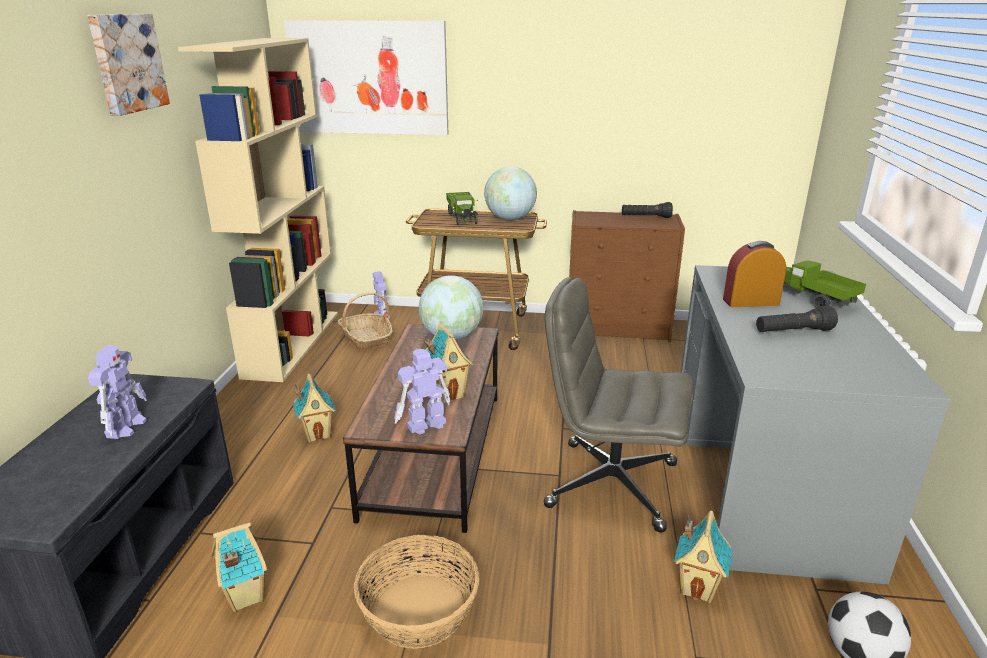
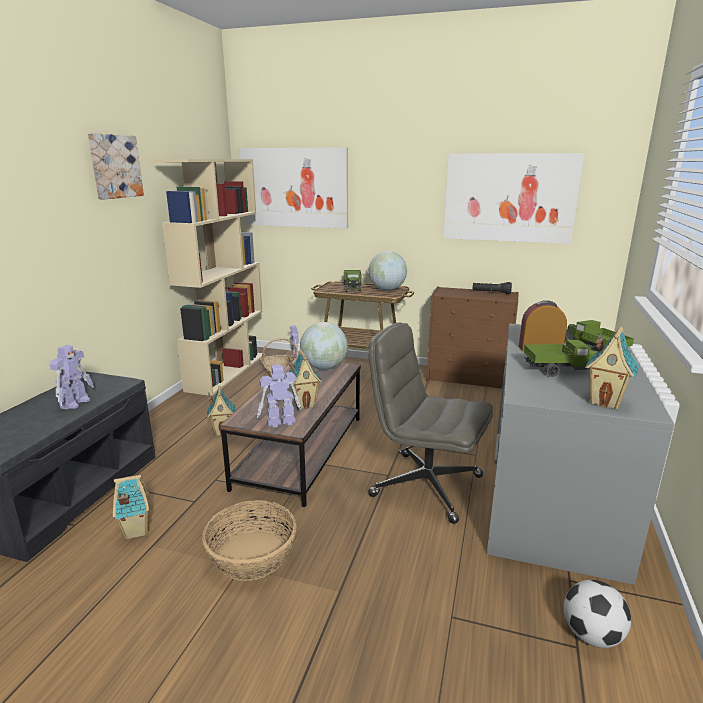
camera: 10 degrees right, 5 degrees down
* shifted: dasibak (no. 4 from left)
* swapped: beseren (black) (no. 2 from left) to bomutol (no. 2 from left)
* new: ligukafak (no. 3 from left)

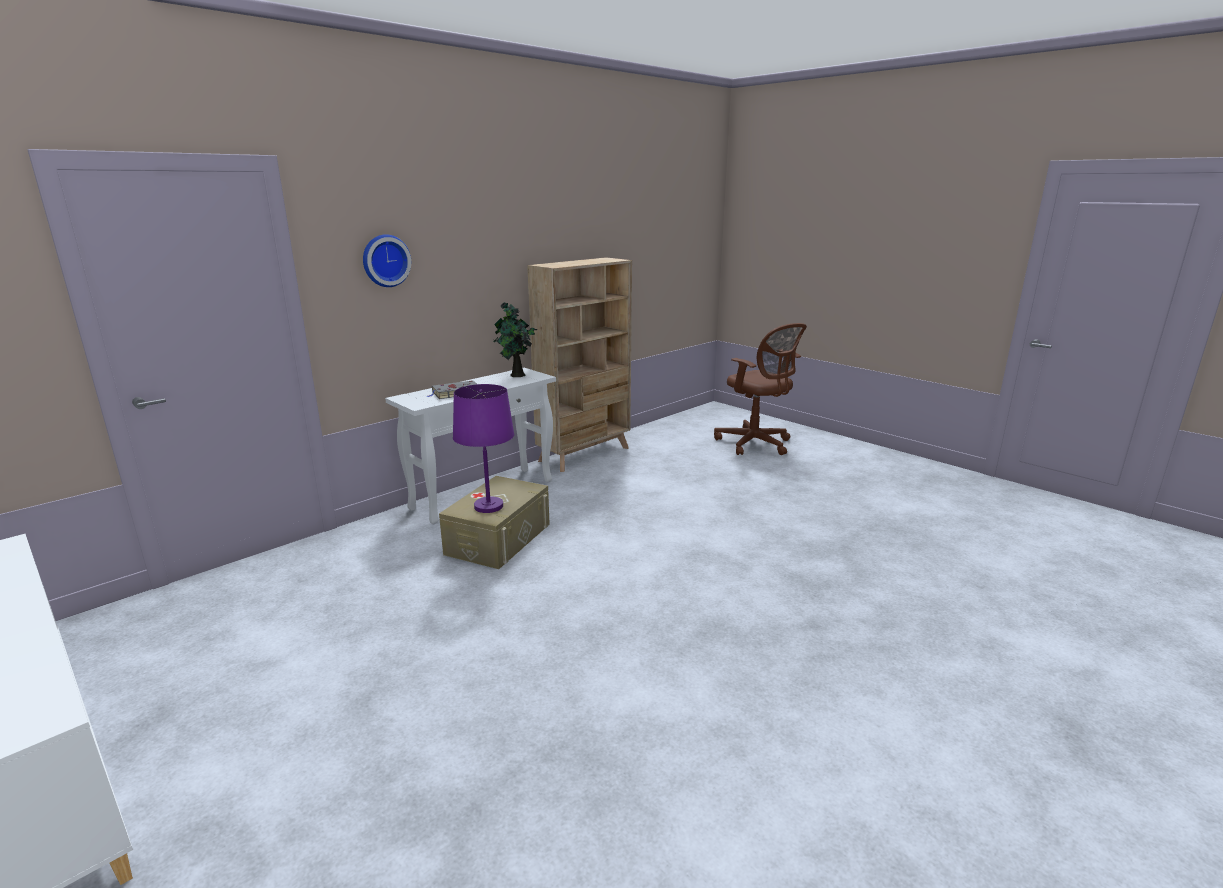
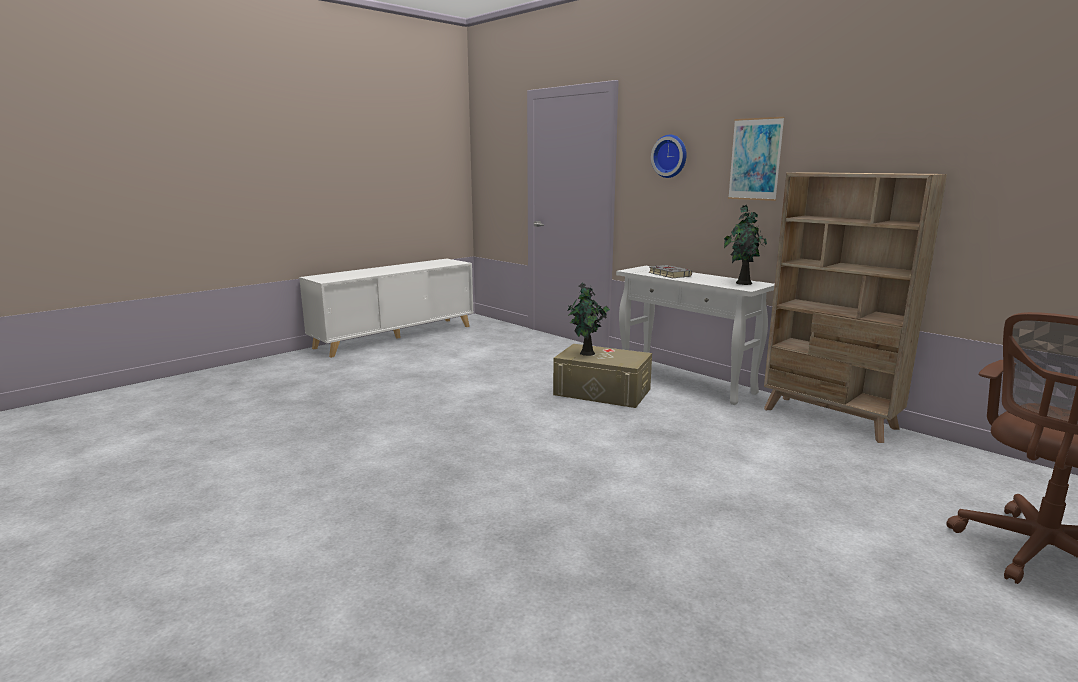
camera: 90 degrees right, 5 degrees down
* swapped: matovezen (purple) to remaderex (no. 1 from left)
* new: ligukafak

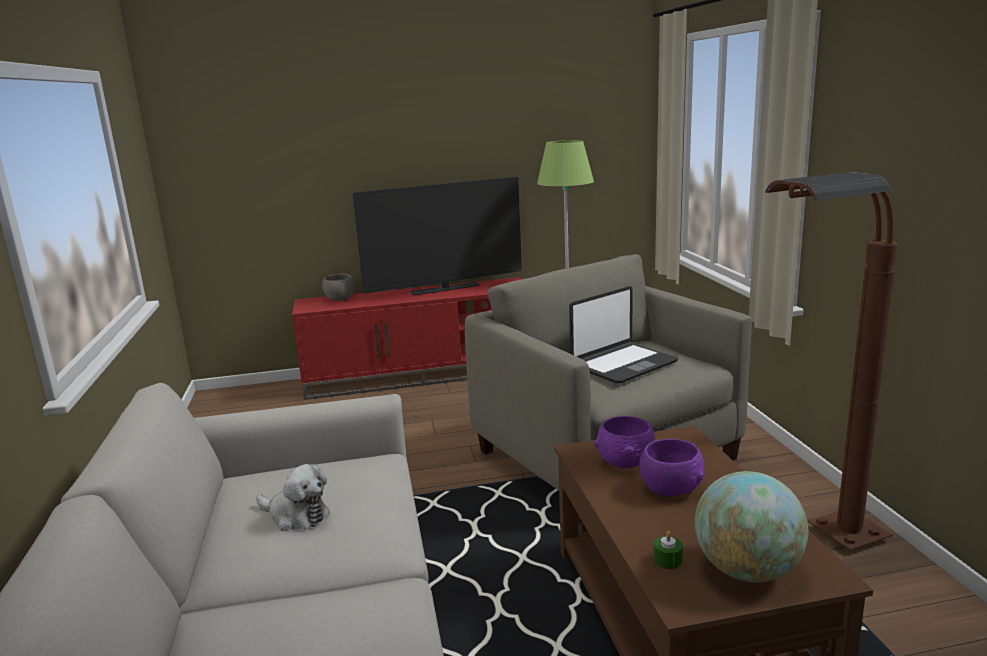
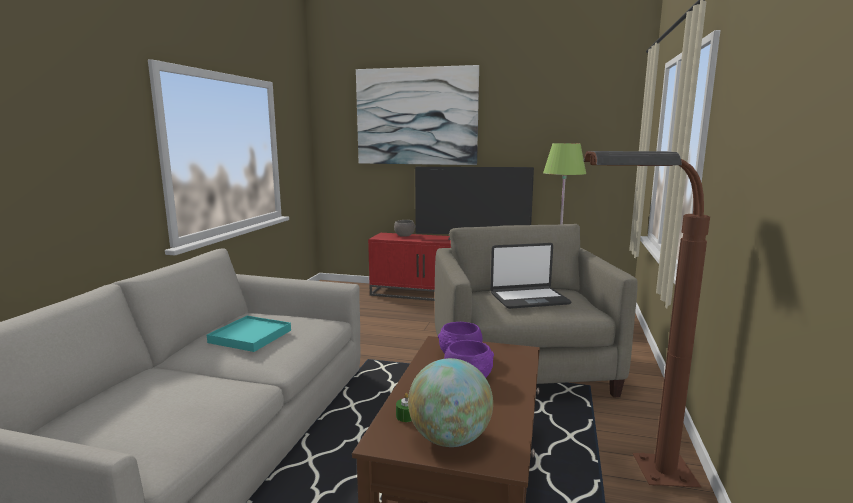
camera: 25 degrees right, 5 degrees down
* swapped: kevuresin to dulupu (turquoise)
* new: ligukafak

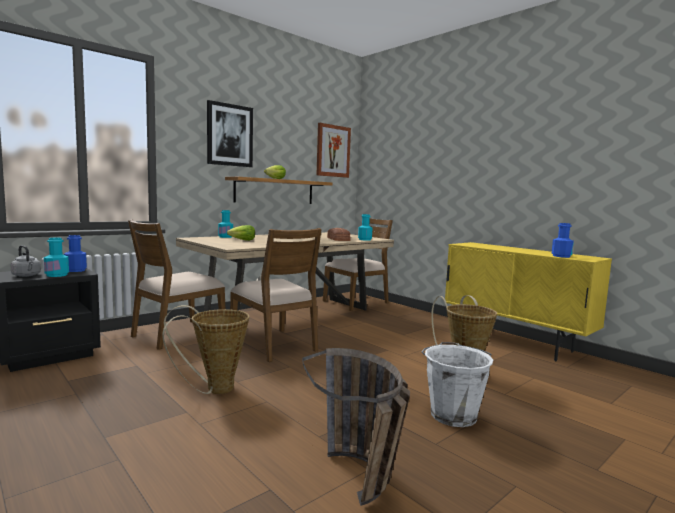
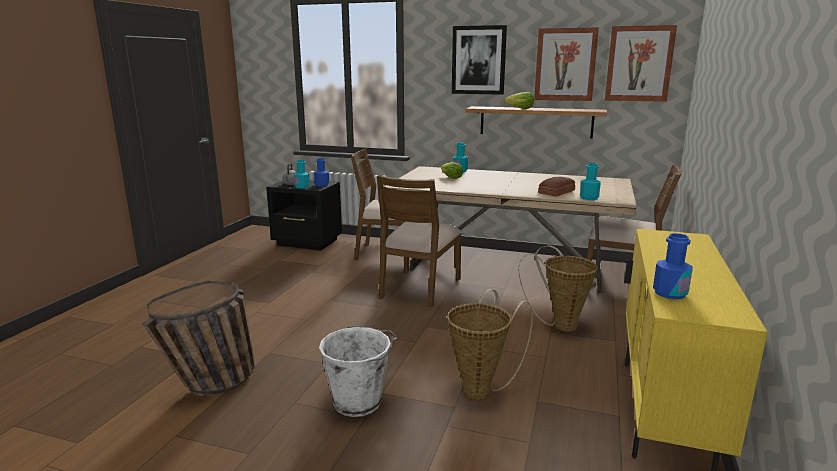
camera: 60 degrees right, 10 degrees up
* shifted: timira (no. 1 from left in the first image) to timira (no. 3 from left)
* new: ligukafak (no. 2 from left)

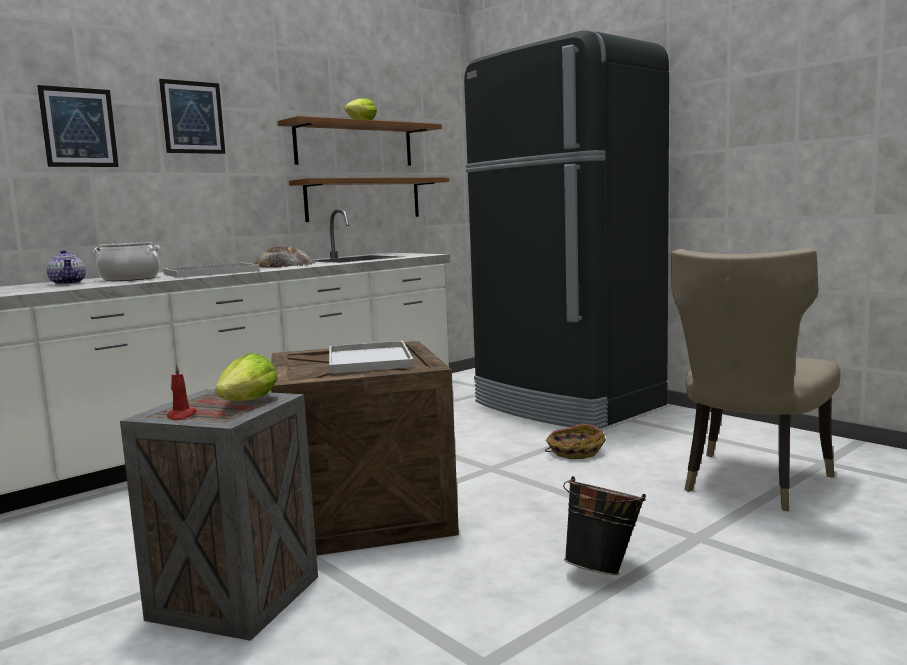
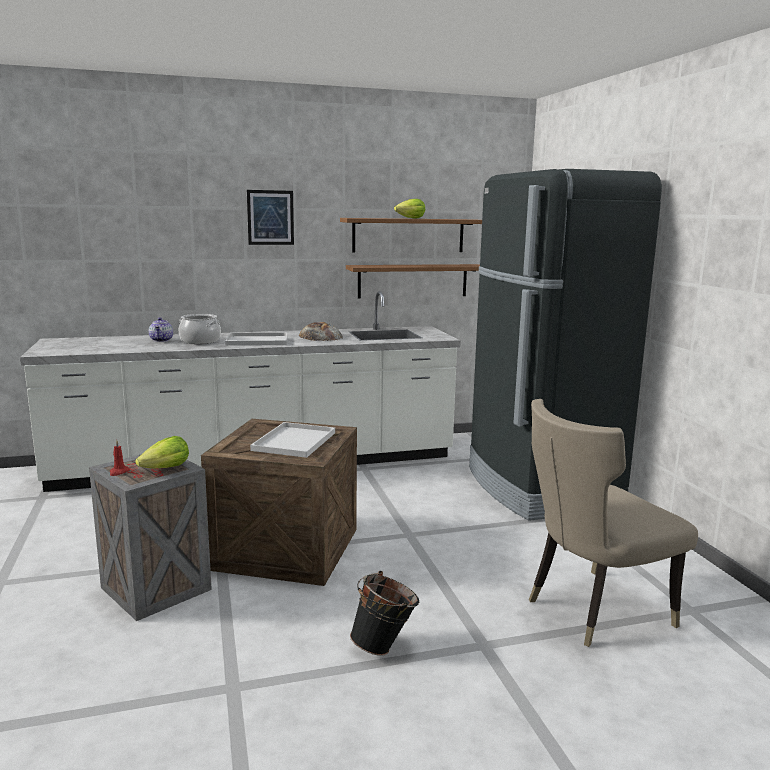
camera: 25 degrees right, 5 degrees up
* gone: ligukafak (no. 1 from left)
* gone: timira

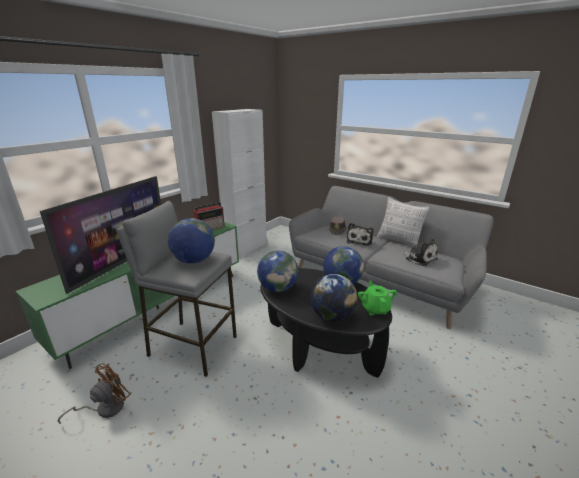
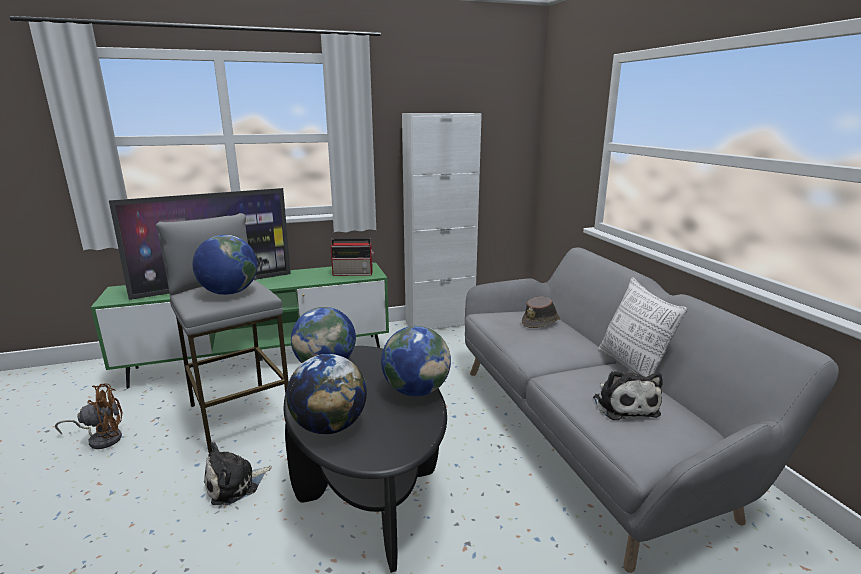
camera: 35 degrees right, 5 degrees down
* shifted: kevuresin (no. 1 from left)
* gone: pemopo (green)

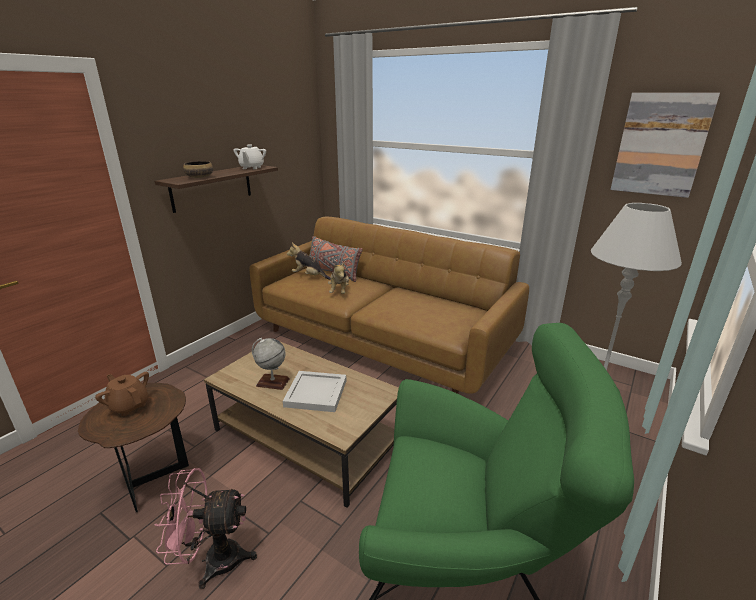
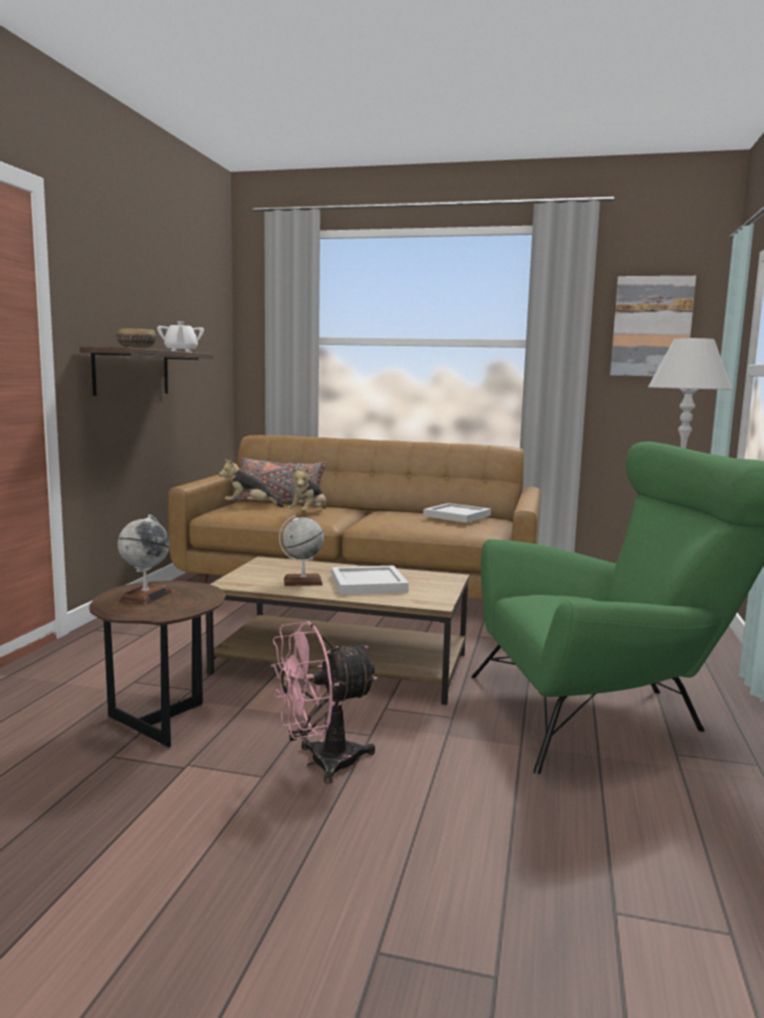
camera: 20 degrees left, 15 degrees down
* swapped: pemopo (brown) to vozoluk (no. 1 from left)
* rotated: kevuresin (no. 2 from left) 45 degrees clockwise
* new: dulupu (white) (no. 2 from left)

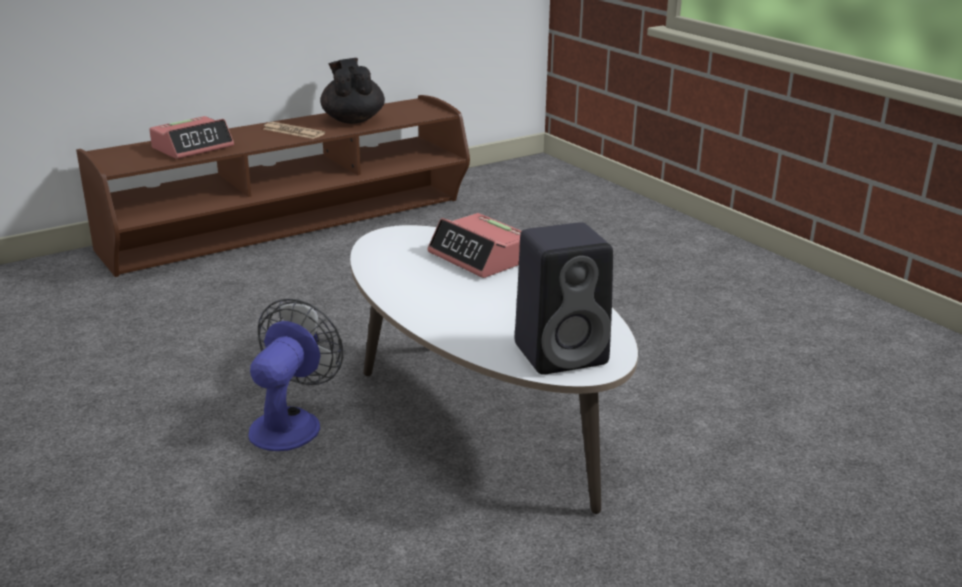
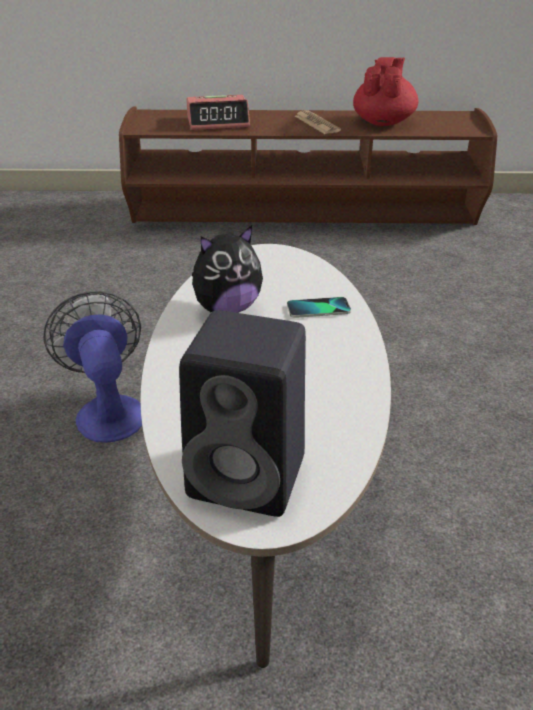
camera: 35 degrees right, 10 degrees up
* rotated: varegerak 75 degrees counterclockwise
* repainted: pemopo (black) to pemopo (red)
* swapped: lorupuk (no. 2 from left) to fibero
* new: kevuresin

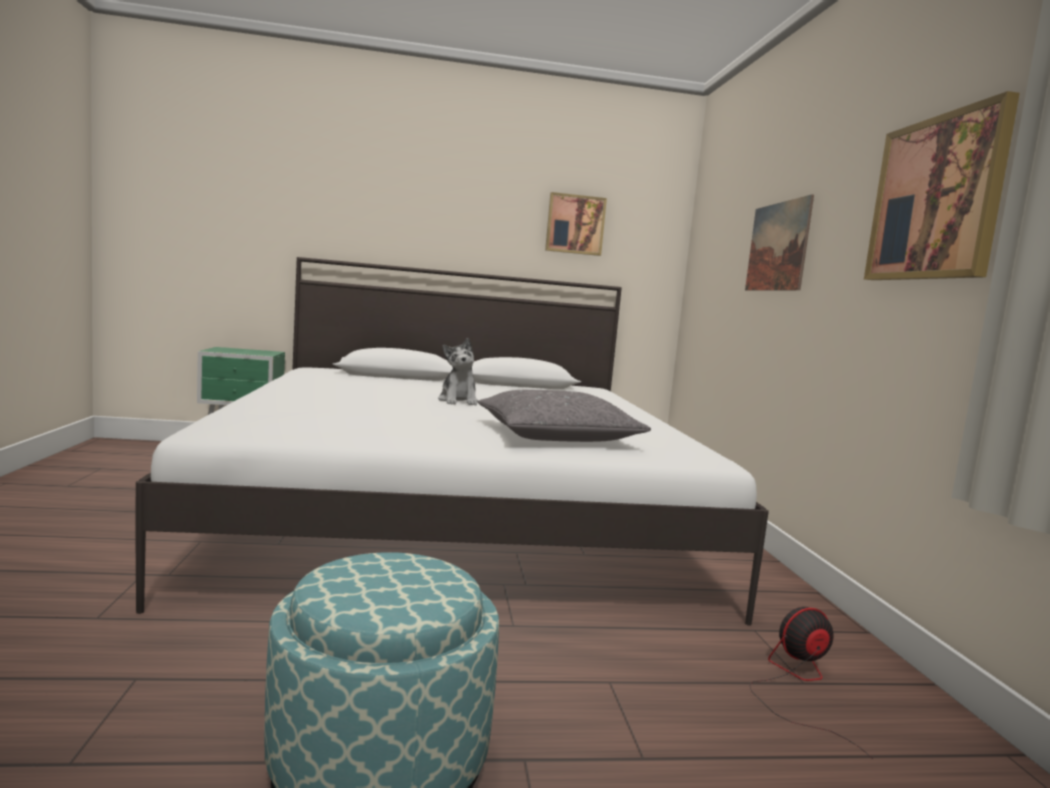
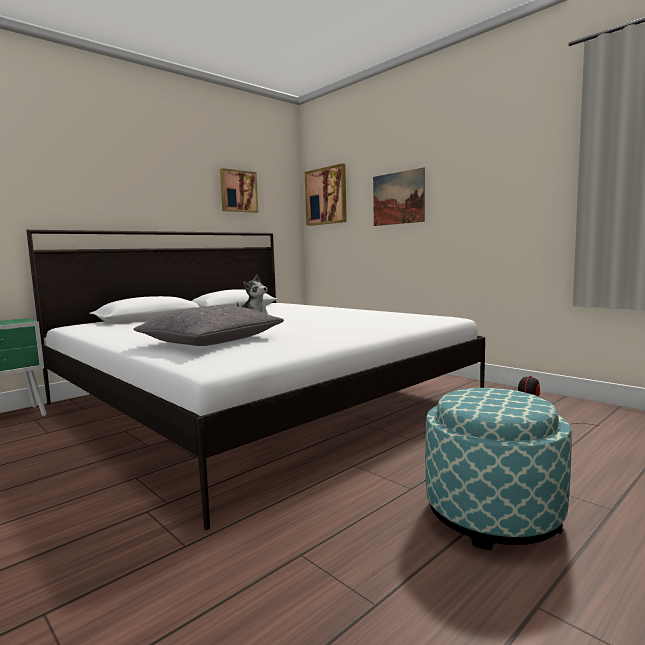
camera: 35 degrees left, 0 degrees up
* shifted: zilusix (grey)
* shifted: ligukafak (no. 3 from left in the first image) to ligukafak (no. 2 from left)

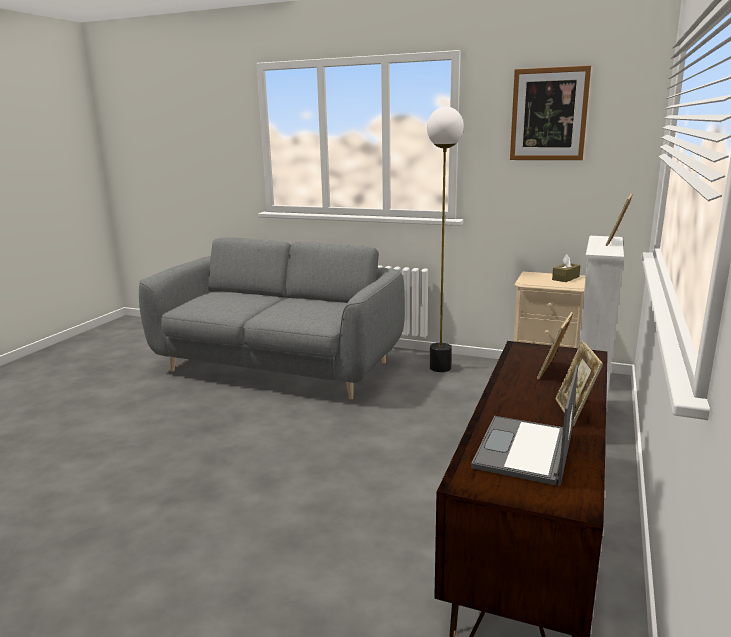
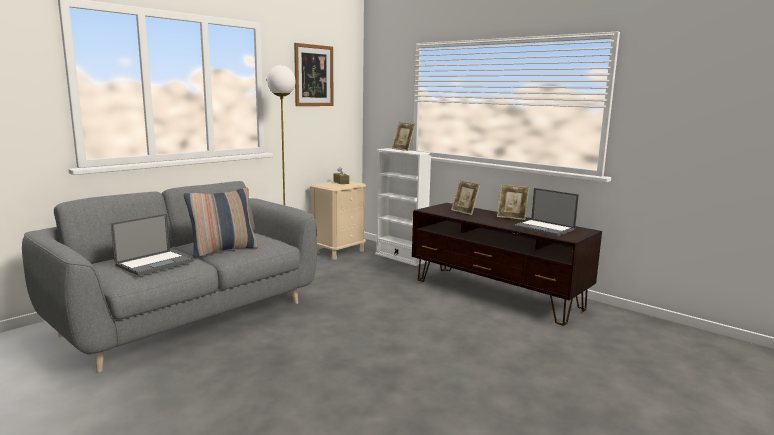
camera: 70 degrees left, 5 degrees down
* new: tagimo (no. 1 from left)
* new: zilusix

